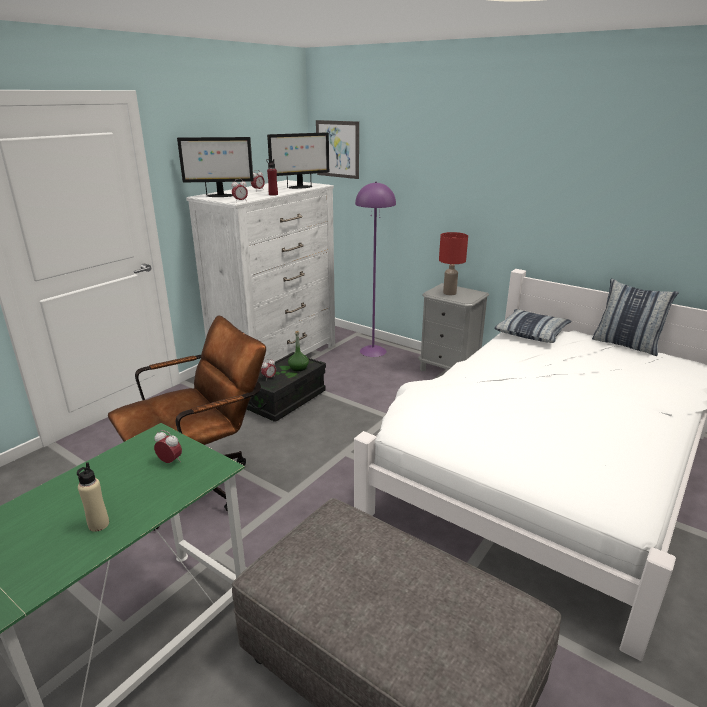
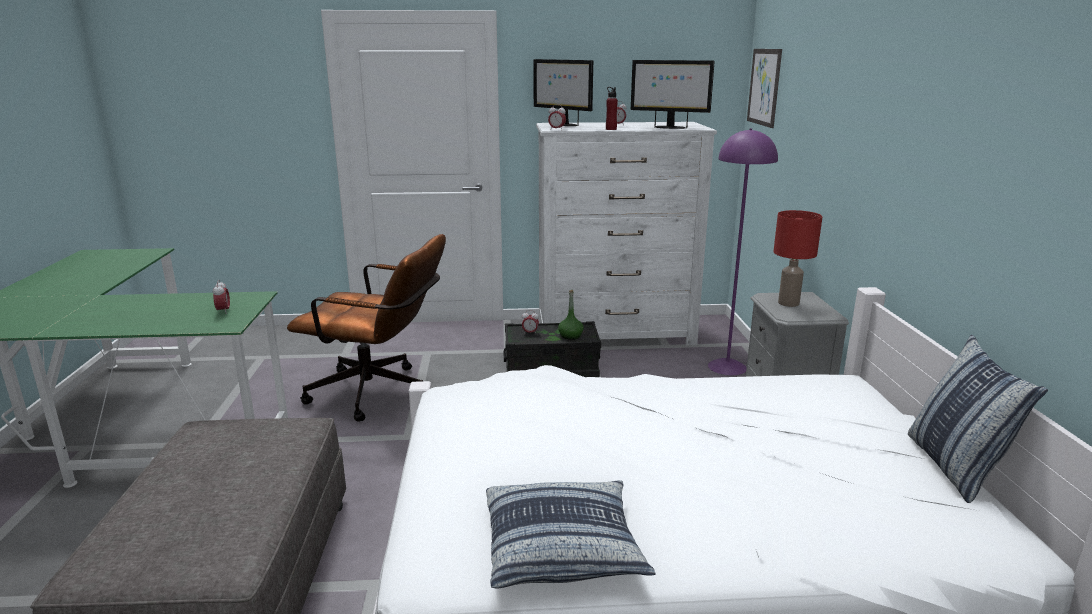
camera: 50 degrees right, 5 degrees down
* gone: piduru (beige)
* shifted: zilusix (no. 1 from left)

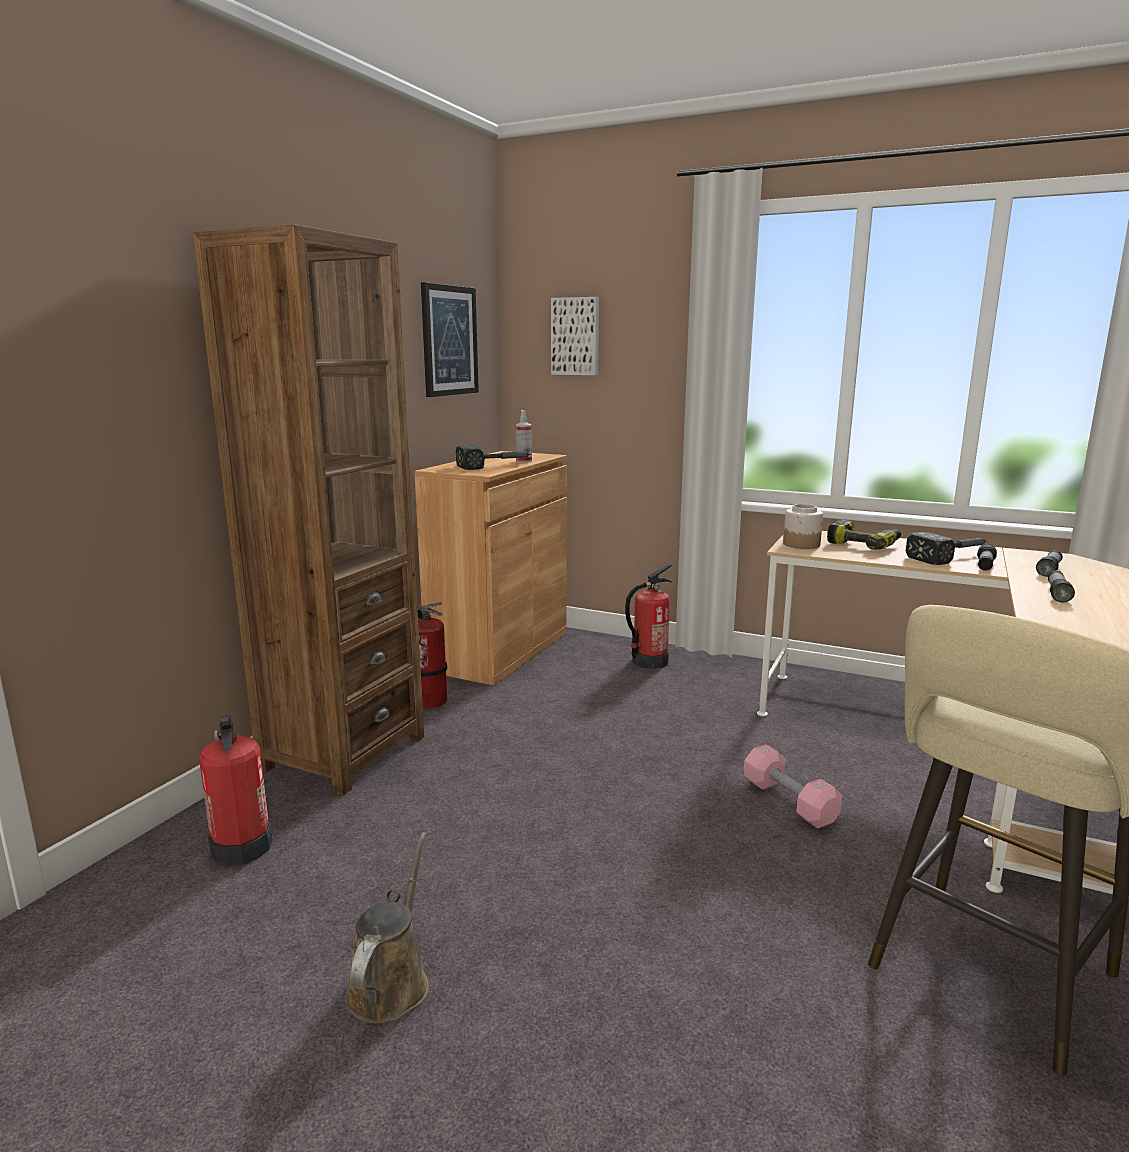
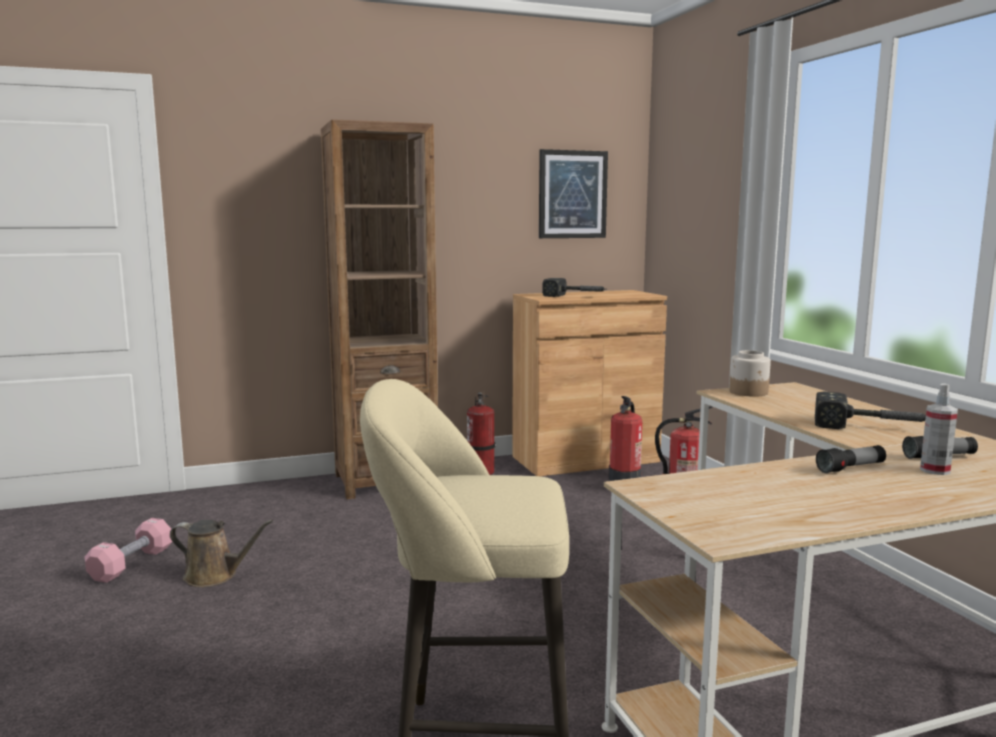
camera: 45 degrees right, 5 degrees down
* shifted: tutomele (no. 1 from left in the first image) to tutomele (no. 2 from left)
* rotated: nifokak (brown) 45 degrees clockwise
* shifted: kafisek
* gone: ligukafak (no. 2 from left)
* shifted: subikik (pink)
* gone: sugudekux
* gone: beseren (no. 1 from left)

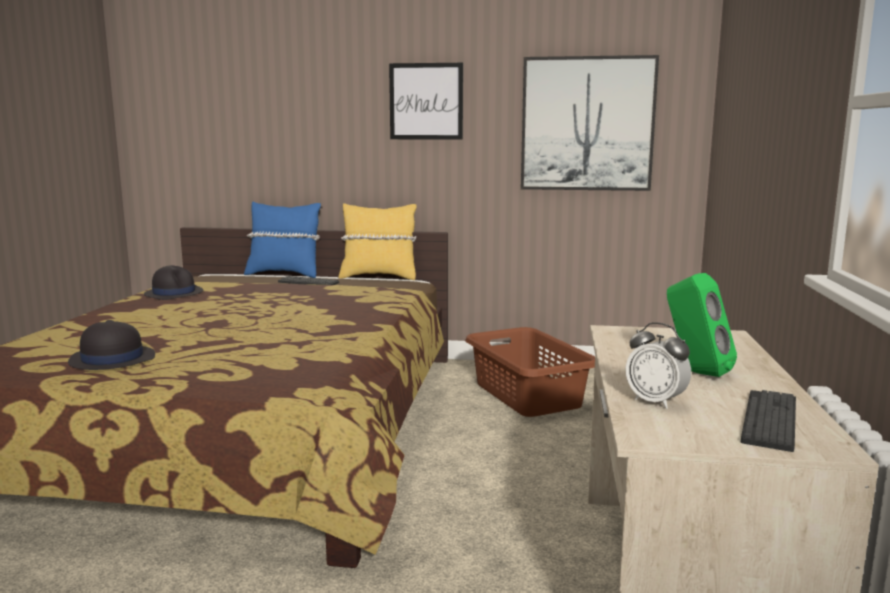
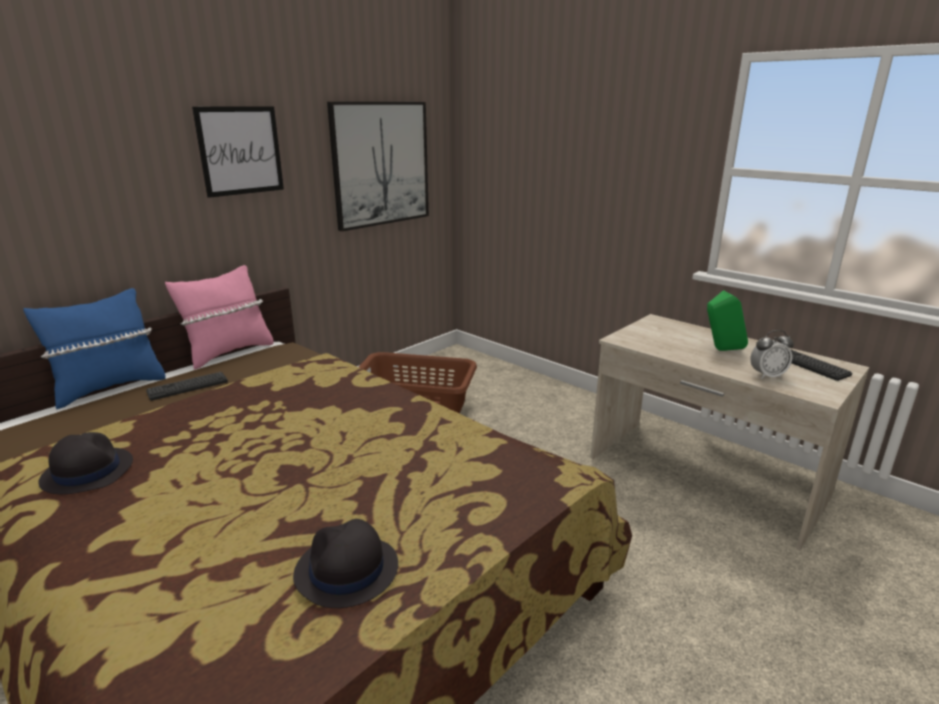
camera: 55 degrees left, 10 degrees up
* repainted: zilusix (yellow) to zilusix (pink)

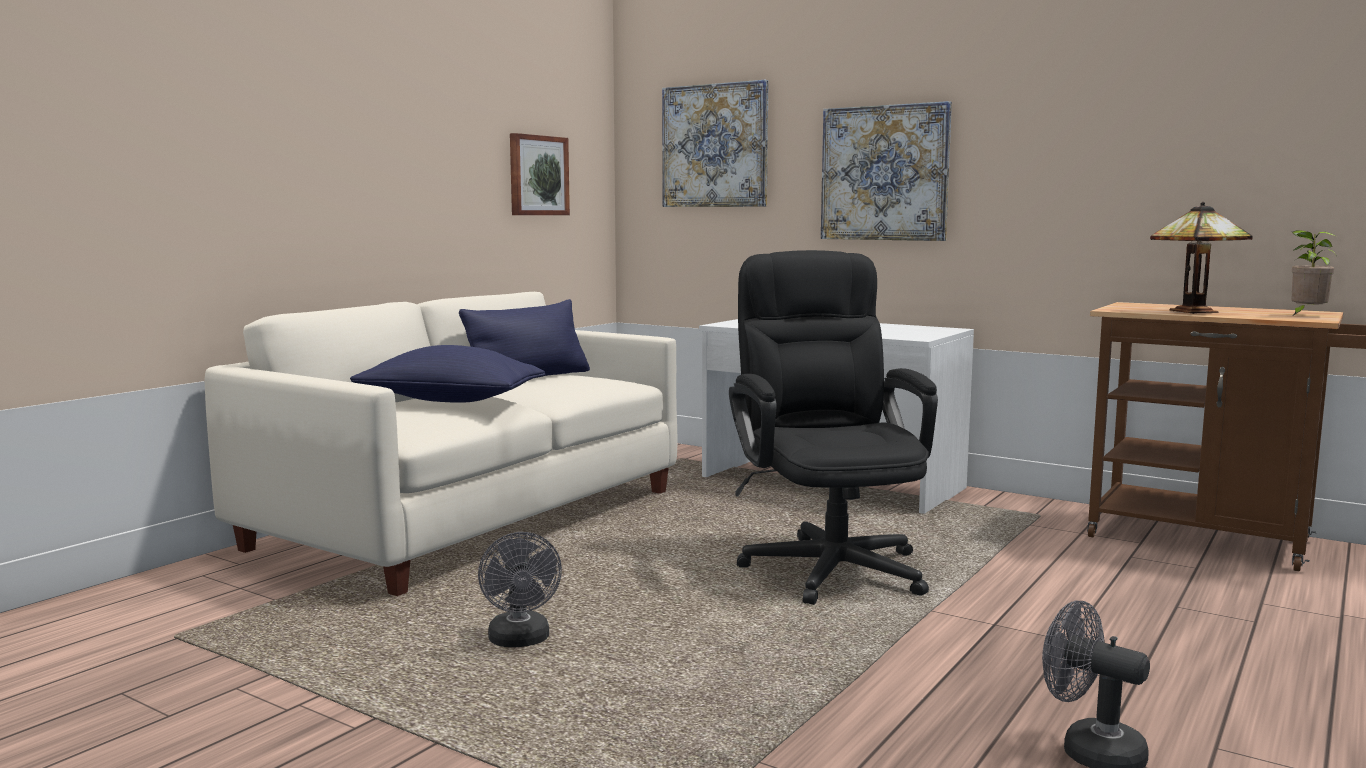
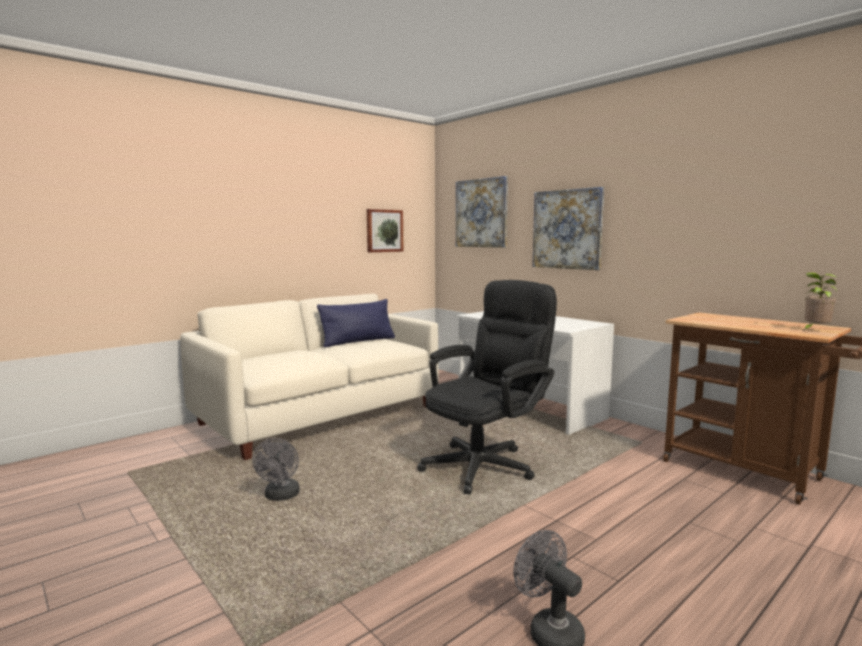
camera: 15 degrees right, 0 degrees up
* gone: zilusix (blue) (no. 1 from left)
* rotated: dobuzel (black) 45 degrees clockwise
* gone: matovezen

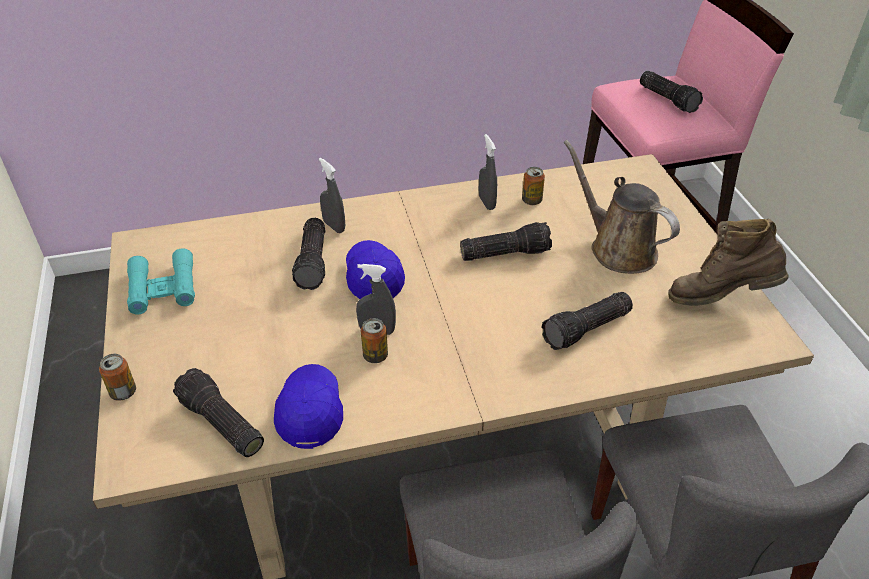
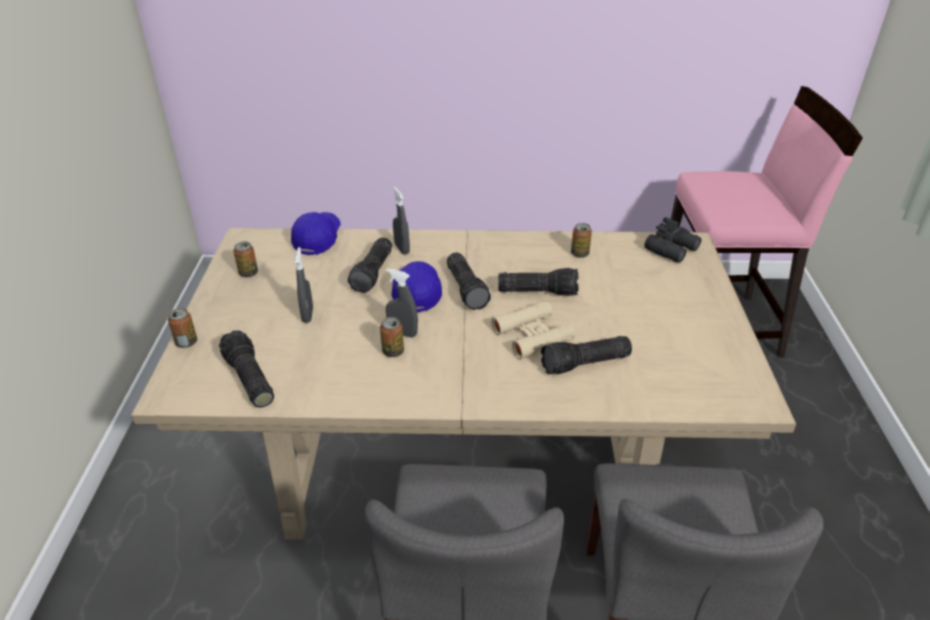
camera: 15 degrees right, 5 degrees down
* swapped: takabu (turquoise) to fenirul (no. 2 from left)
* shifted: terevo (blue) (no. 1 from left)
* shifted: kafisek (grey) (no. 3 from left in the first image) to kafisek (grey) (no. 1 from left)
* gone: nifokak (brown)
* shifted: beseren (no. 5 from left in the first image) to beseren (no. 3 from left)
* gone: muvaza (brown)
* new: takabu (beige)
* new: takabu (black)

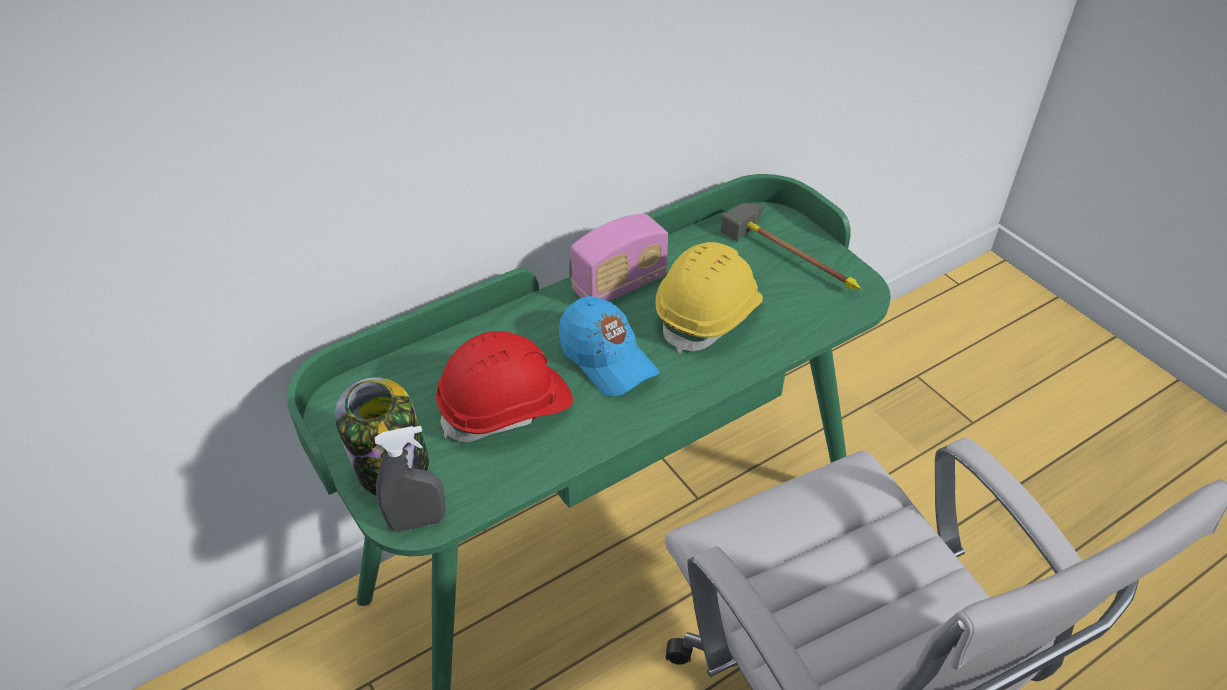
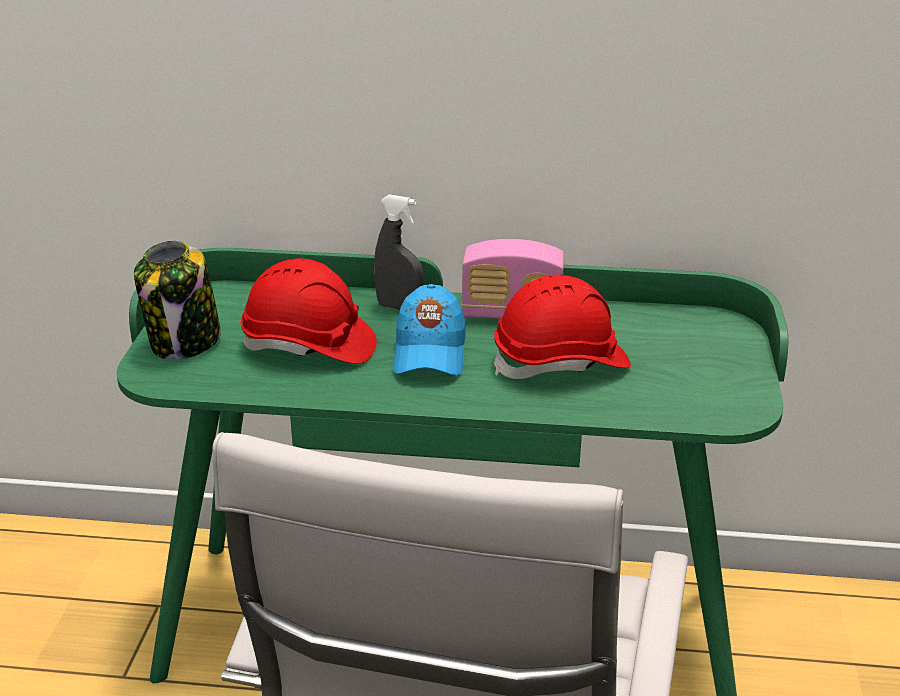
camera: 40 degrees right, 15 degrees down
* shifted: kafisek (grey)
* repainted: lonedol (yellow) to lonedol (red) (no. 2 from left)
* gone: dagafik

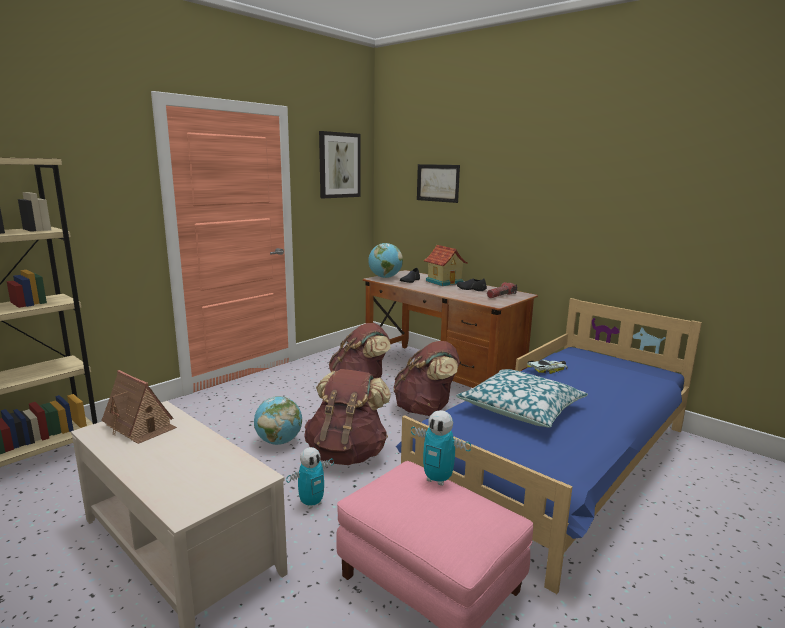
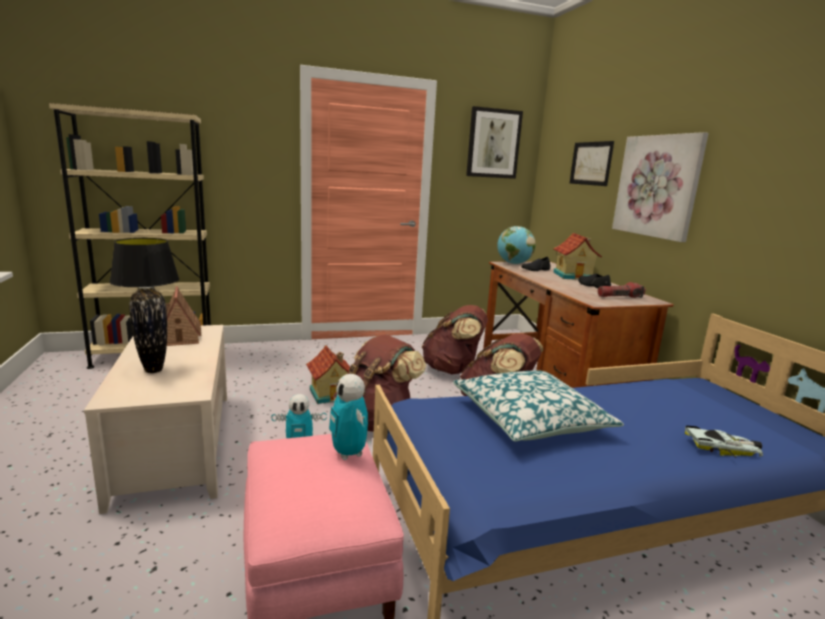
camera: 30 degrees right, 0 degrees up
* swapped: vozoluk (no. 1 from left) to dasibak (no. 2 from left)
* shifted: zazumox
* new: matovezen (black)
* new: ligukafak (no. 3 from left)

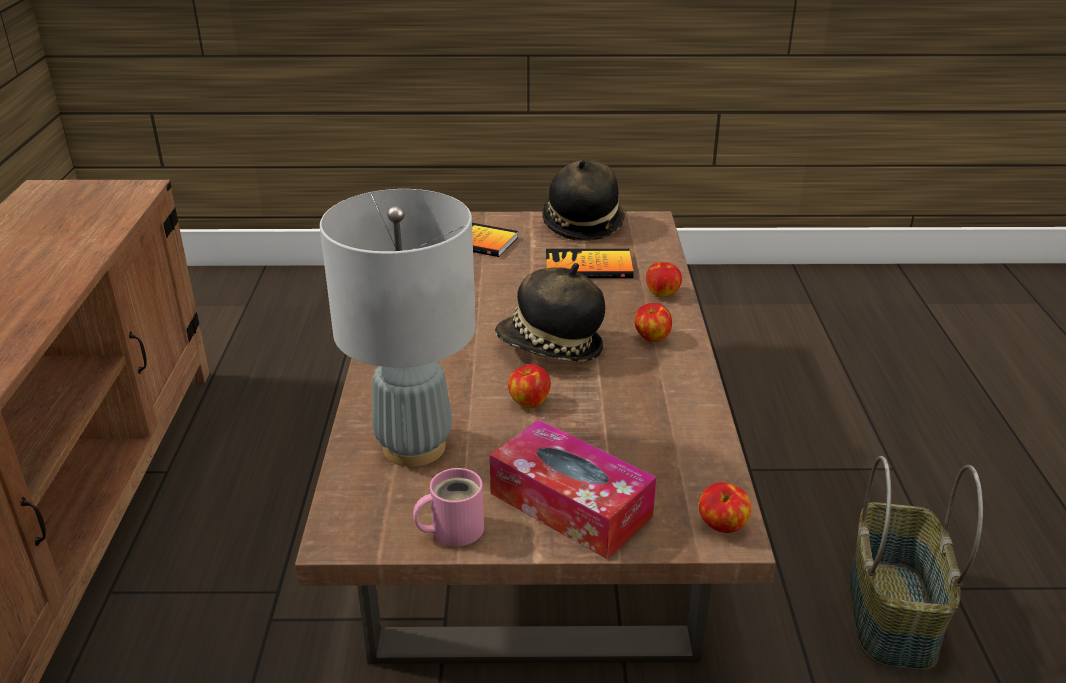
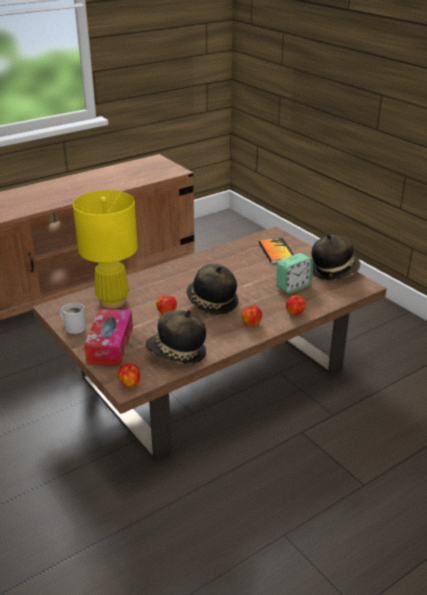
camera: 55 degrees right, 0 degrees up
* repainted: matovezen (grey) to matovezen (yellow)
* repainted: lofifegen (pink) to lofifegen (white)
* swapped: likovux (no. 2 from left) to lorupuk
* gone: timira
* new: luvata (no. 1 from left)

